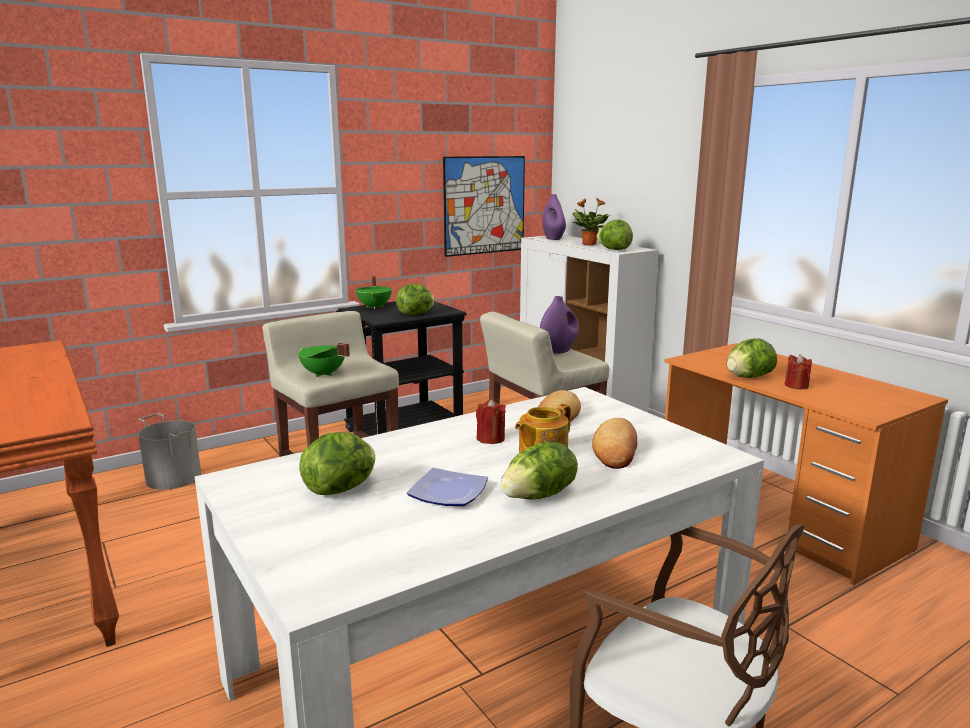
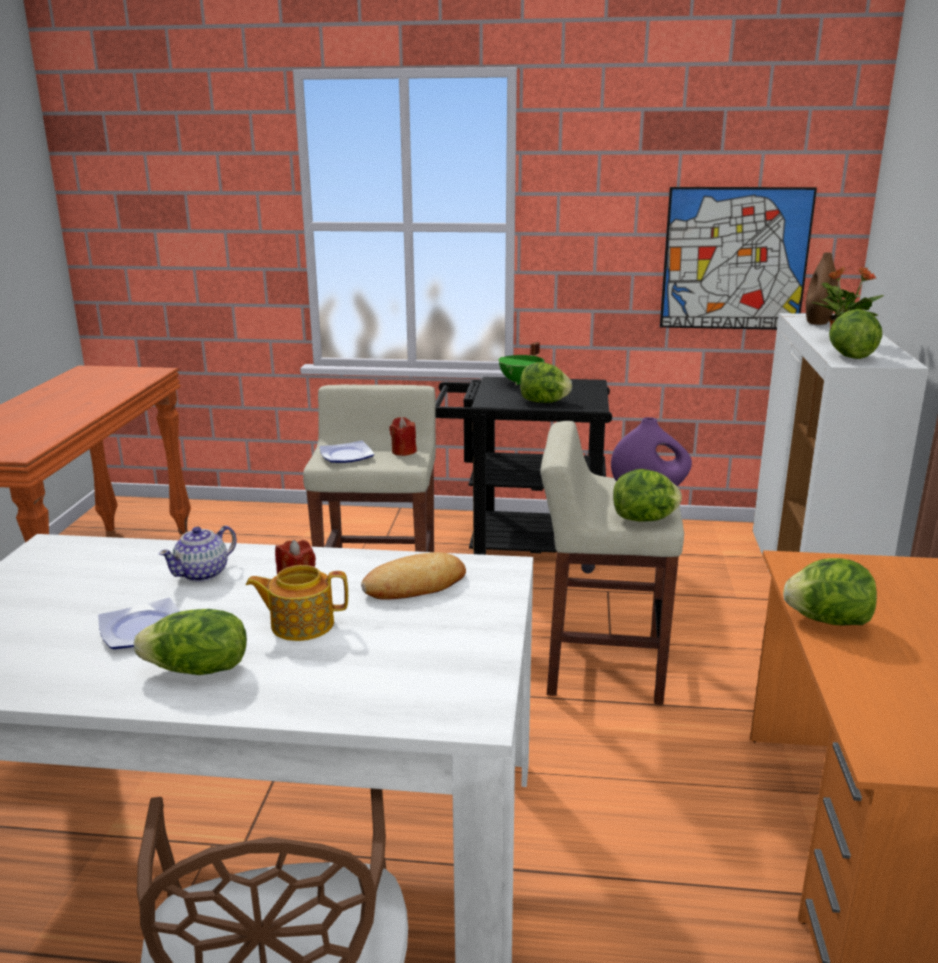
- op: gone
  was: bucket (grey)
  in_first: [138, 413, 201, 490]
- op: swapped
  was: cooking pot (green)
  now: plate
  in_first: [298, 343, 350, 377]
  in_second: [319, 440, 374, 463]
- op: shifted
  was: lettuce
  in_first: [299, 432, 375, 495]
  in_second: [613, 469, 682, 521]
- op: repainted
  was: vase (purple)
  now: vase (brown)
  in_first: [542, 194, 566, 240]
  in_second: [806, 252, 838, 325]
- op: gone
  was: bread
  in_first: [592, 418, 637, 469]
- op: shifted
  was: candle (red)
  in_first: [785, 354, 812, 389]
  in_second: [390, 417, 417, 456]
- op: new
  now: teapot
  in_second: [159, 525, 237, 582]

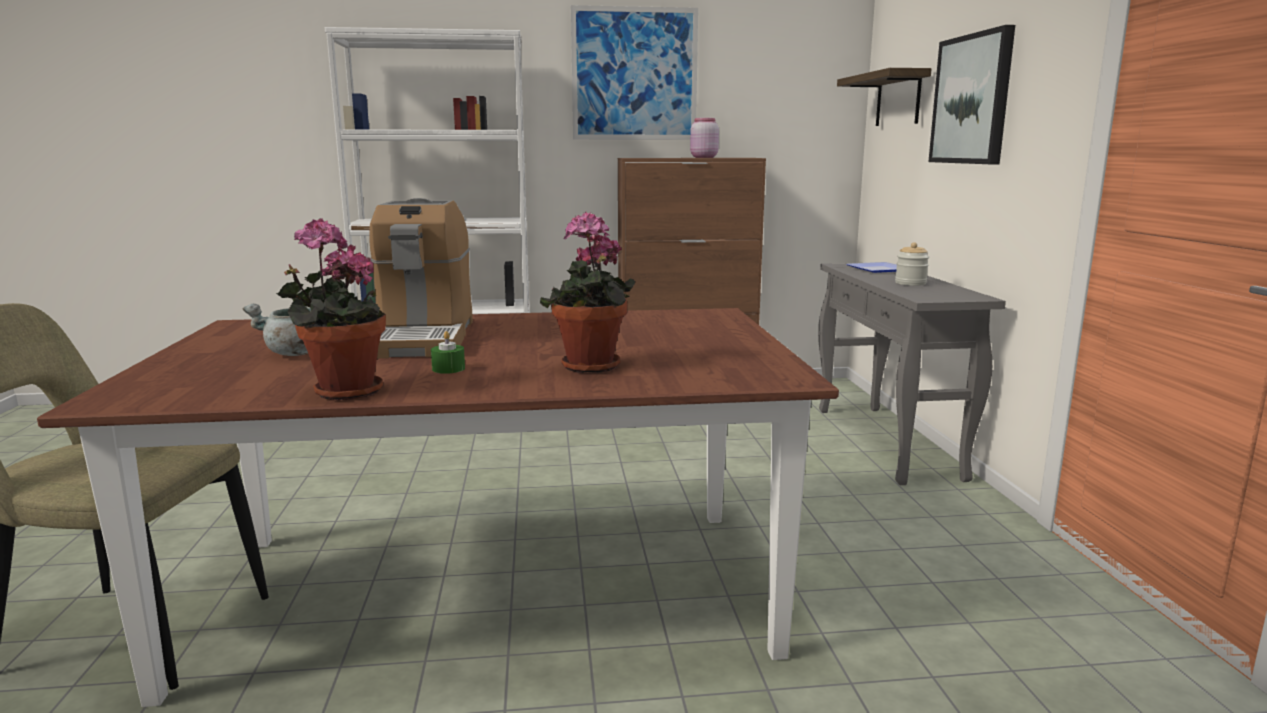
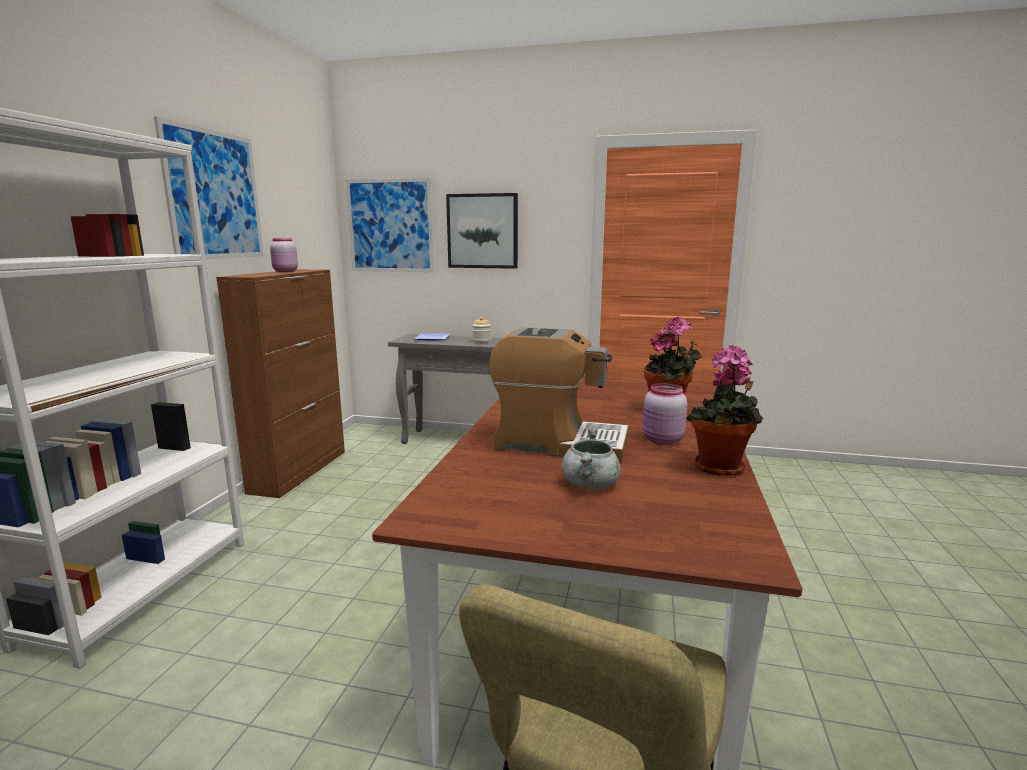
- op: swapped
  was: candle (green)
  now: jar (pink)
  in_first: [431, 331, 465, 374]
  in_second: [643, 383, 688, 445]
- op: swapped
  was: shelf
  now: picture
  in_first: [837, 68, 932, 126]
  in_second: [346, 178, 434, 272]

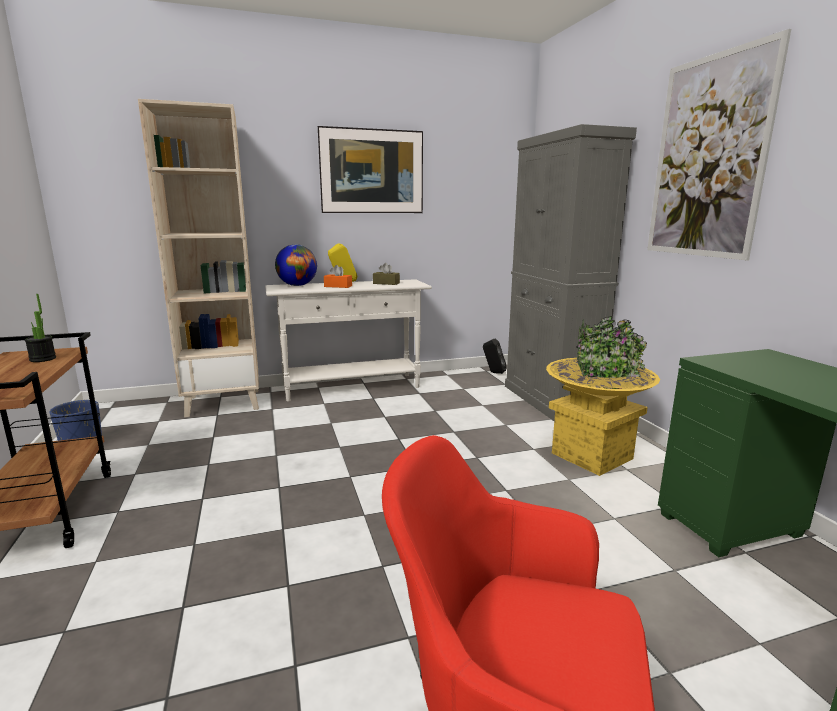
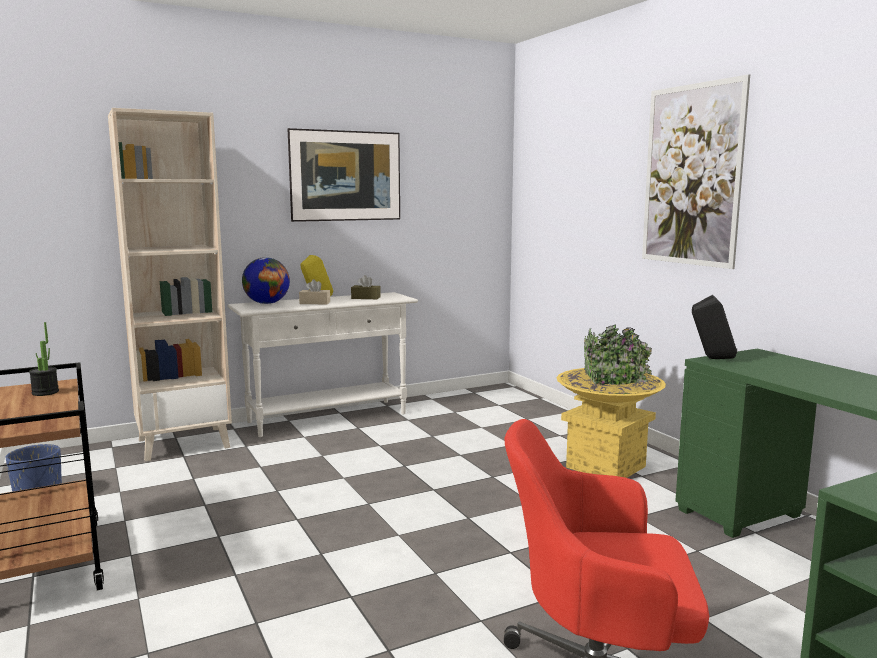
- op: repainted
  was: tissue box (orange)
  now: tissue box (beige)
  in_first: [324, 265, 352, 288]
  in_second: [299, 279, 330, 304]
- op: shifted
  was: speaker (black)
  in_first: [483, 339, 507, 374]
  in_second: [692, 295, 737, 359]
- op: gone
  was: cabinet (grey)
  in_first: [505, 124, 637, 421]

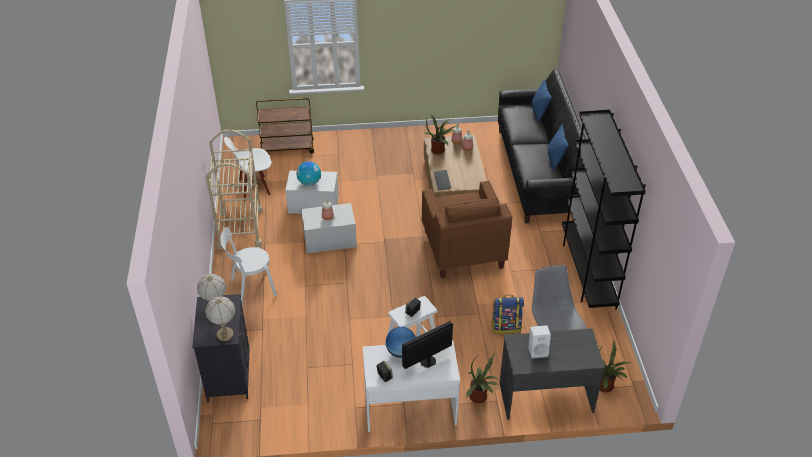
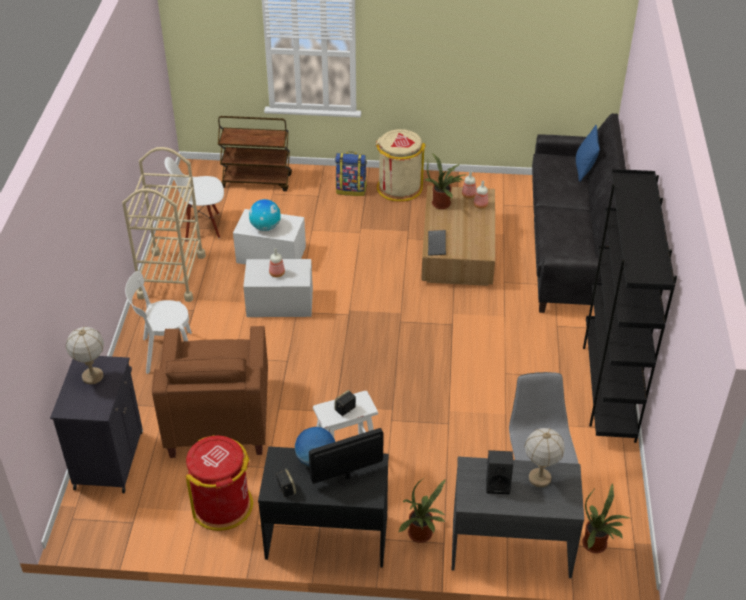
- op: shifted
  was: table lamp
  in_first: [205, 296, 235, 341]
  in_second: [524, 428, 565, 487]
- op: repainted
  was: desk (white)
  now: desk (black)
  in_first: [363, 340, 460, 432]
  in_second: [258, 446, 389, 567]
- op: shifted
  was: armchair (brown)
  in_first: [422, 181, 512, 278]
  in_second: [152, 326, 268, 458]
- op: shifted
  was: backpack
  in_first: [491, 295, 524, 334]
  in_second: [335, 151, 367, 196]
- op: repainted
  was: speaker (white)
  now: speaker (black)
  in_first: [528, 325, 551, 359]
  in_second: [486, 450, 513, 494]
- op: gone
  was: pillow (blue)
  in_first: [547, 124, 568, 171]
- op: new
  now: trash can (red)
  in_second: [186, 435, 253, 531]
- op: new
  now: trash can (beige)
  in_second: [376, 129, 425, 202]

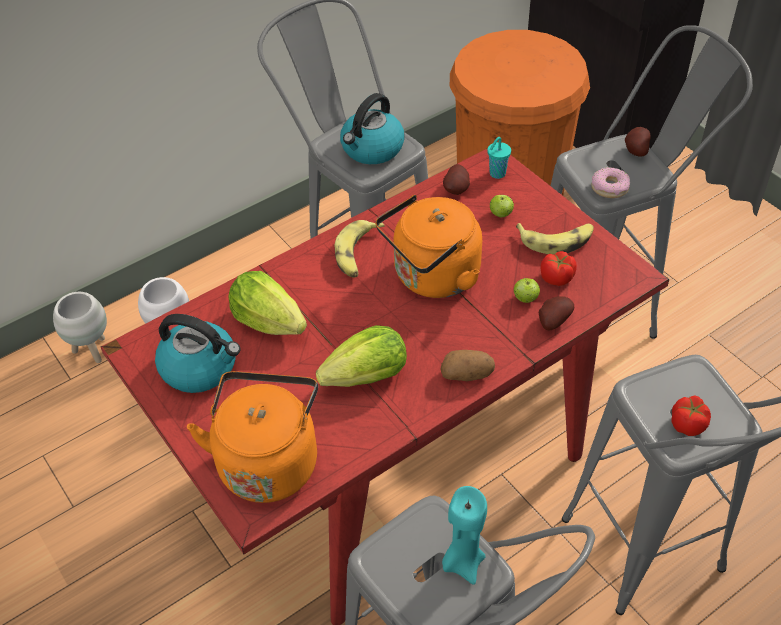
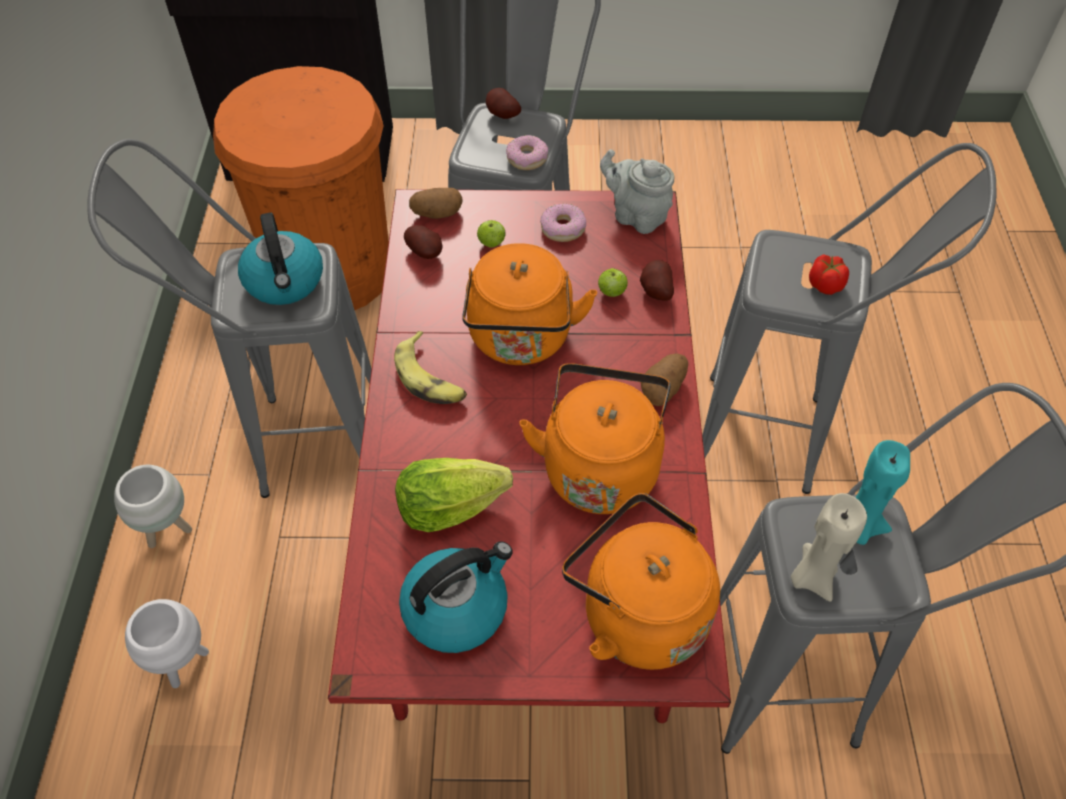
- op: shifted
  was: planter (white)
  in_first: [53, 292, 107, 363]
  in_second: [114, 465, 192, 548]
- op: swapped
  was: lettuce
  now: kettle (orange)
  in_first: [316, 325, 407, 387]
  in_second: [519, 363, 670, 514]
- op: swapped
  was: cup (turquoise)
  now: potato
  in_first: [487, 137, 511, 179]
  in_second: [409, 188, 462, 219]
- op: swapped
  was: banana
  now: donut
  in_first: [516, 223, 594, 255]
  in_second: [540, 204, 586, 242]
- op: gone
  was: tomato
  in_first: [541, 251, 577, 286]
- op: new
  now: teapot (grey)
  in_second: [600, 149, 674, 234]
- op: new
  now: candle (beige)
  in_second: [791, 493, 867, 602]

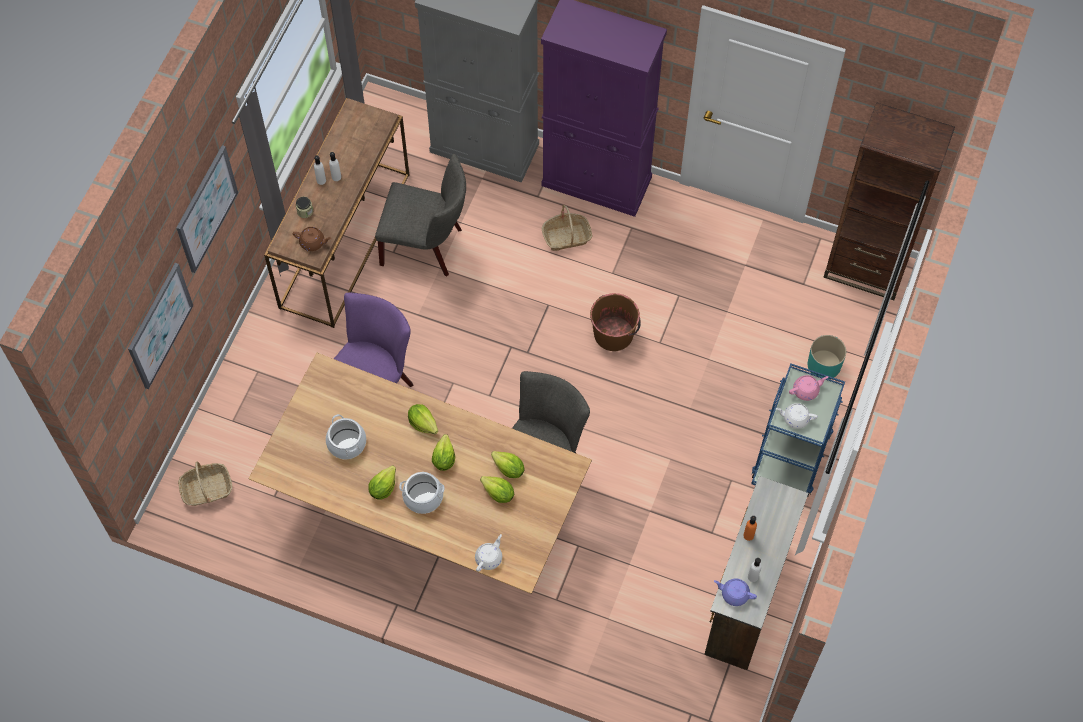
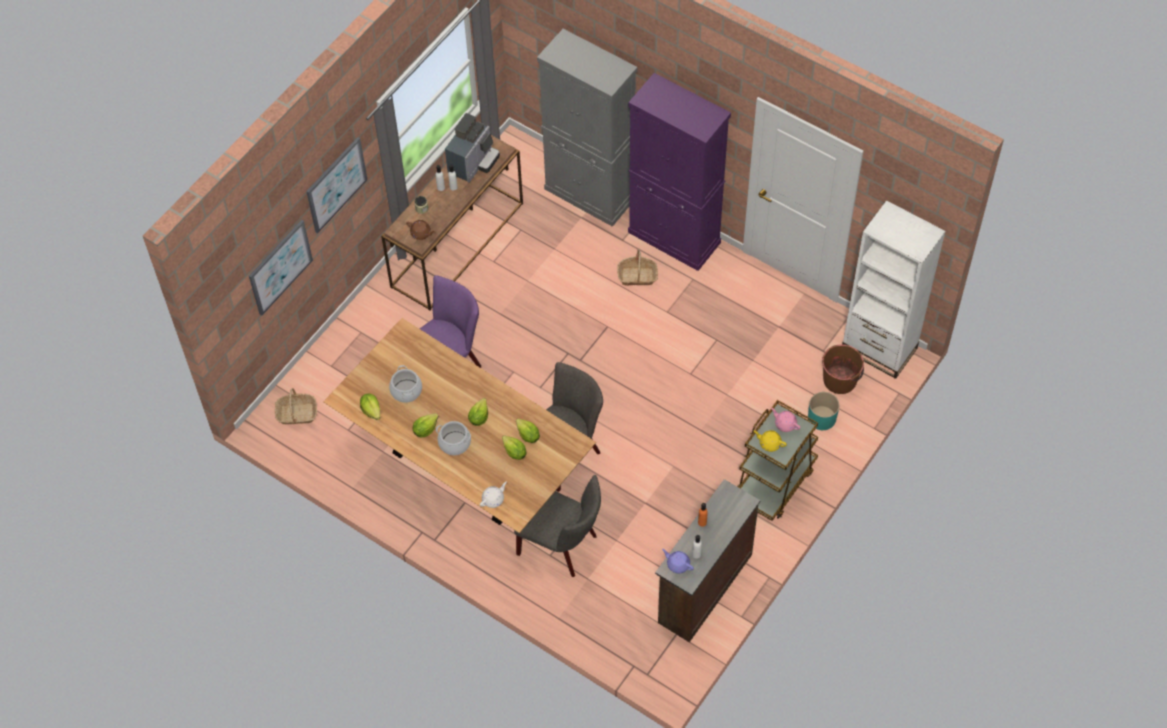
- op: shifted
  was: chair (grey)
  in_first: [375, 154, 466, 277]
  in_second: [514, 475, 601, 577]
- op: shifted
  was: lettuce
  in_first: [408, 404, 438, 434]
  in_second: [360, 393, 380, 420]
- op: shifted
  was: bucket (brown)
  in_first: [590, 293, 641, 351]
  in_second: [822, 344, 864, 394]
- op: repainted
  was: cart (blue)
  now: cart (brown)
  in_first: [751, 363, 845, 497]
  in_second: [737, 400, 818, 521]
- op: repainted
  was: teapot (white)
  now: teapot (yellow)
  in_first: [776, 403, 818, 429]
  in_second: [754, 430, 787, 452]
- op: rotated
  was: teapot (pink)
  in_first: [789, 375, 828, 401]
  in_second: [771, 408, 800, 432]
  clockwise: -135
- op: repainted
  was: bookcase (brown)
  now: bookcase (white)
  in_first: [824, 102, 955, 300]
  in_second: [842, 200, 946, 379]
- op: new
  now: coffee machine
  in_second: [445, 113, 500, 183]

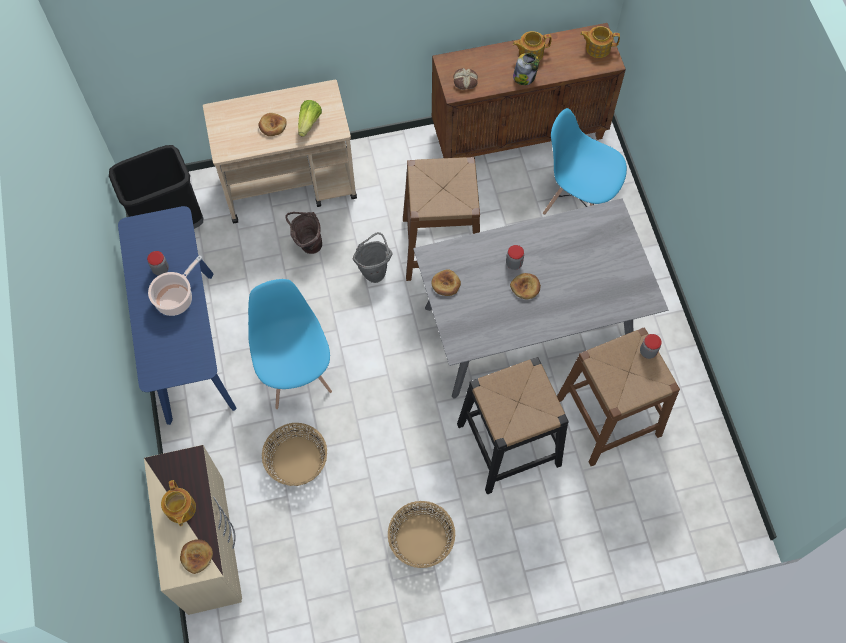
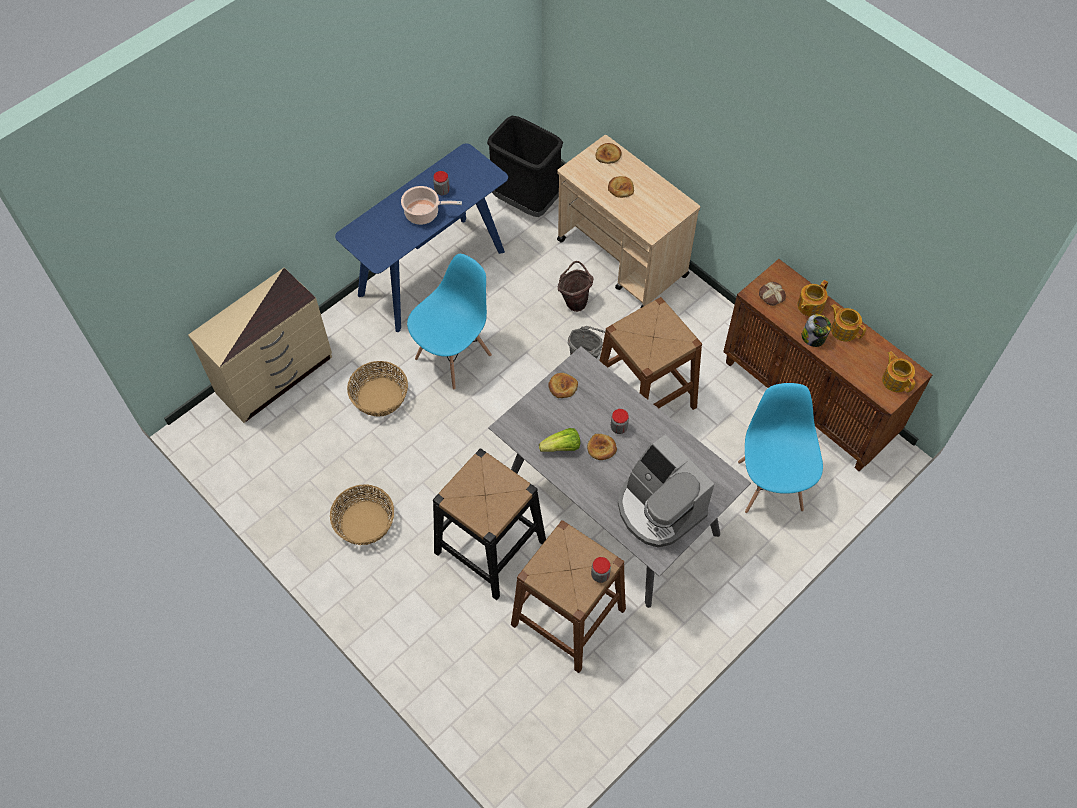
- op: shifted
  was: teapot
  in_first: [161, 480, 196, 526]
  in_second: [797, 280, 828, 316]
- op: shifted
  was: bread
  in_first: [180, 539, 213, 574]
  in_second: [595, 143, 622, 164]
- op: shifted
  was: lettuce
  in_first: [298, 100, 322, 137]
  in_second: [539, 428, 580, 452]
- op: new
  now: coffee machine
  in_second: [618, 435, 714, 547]

